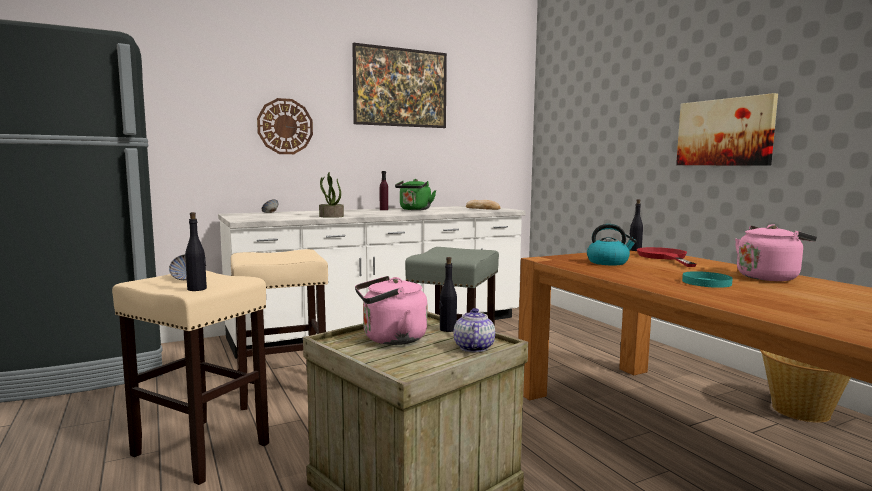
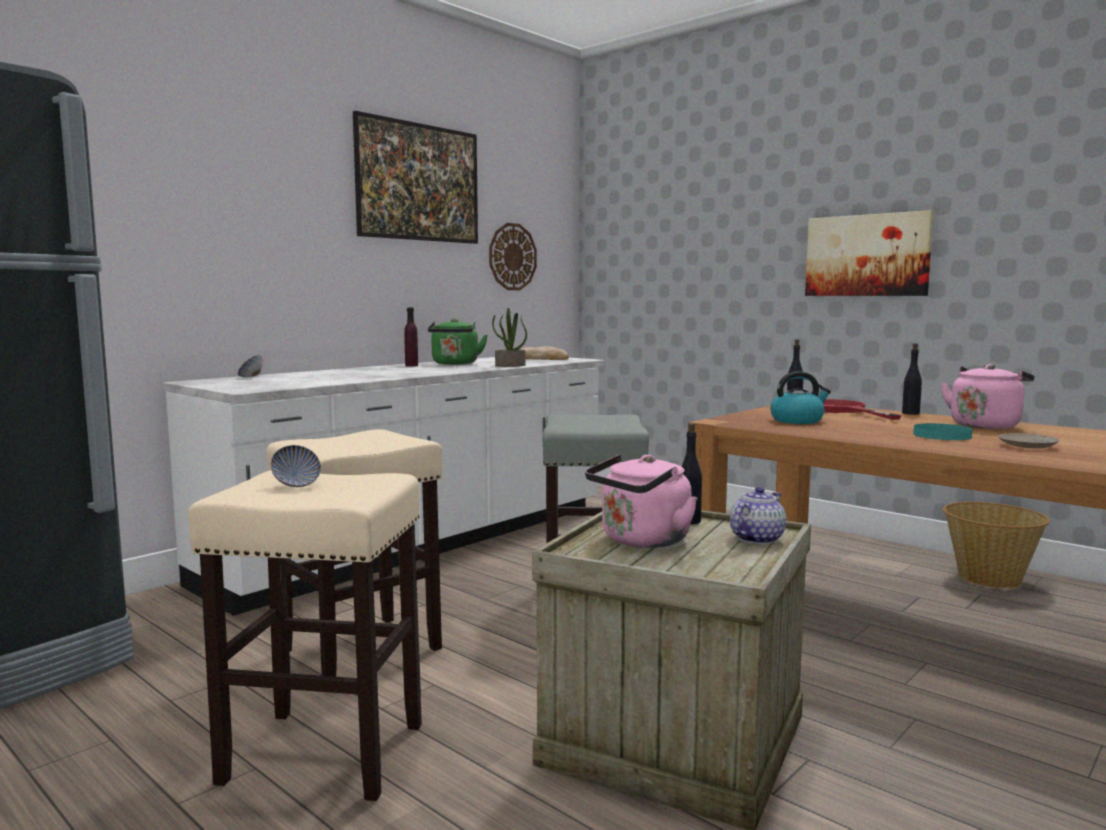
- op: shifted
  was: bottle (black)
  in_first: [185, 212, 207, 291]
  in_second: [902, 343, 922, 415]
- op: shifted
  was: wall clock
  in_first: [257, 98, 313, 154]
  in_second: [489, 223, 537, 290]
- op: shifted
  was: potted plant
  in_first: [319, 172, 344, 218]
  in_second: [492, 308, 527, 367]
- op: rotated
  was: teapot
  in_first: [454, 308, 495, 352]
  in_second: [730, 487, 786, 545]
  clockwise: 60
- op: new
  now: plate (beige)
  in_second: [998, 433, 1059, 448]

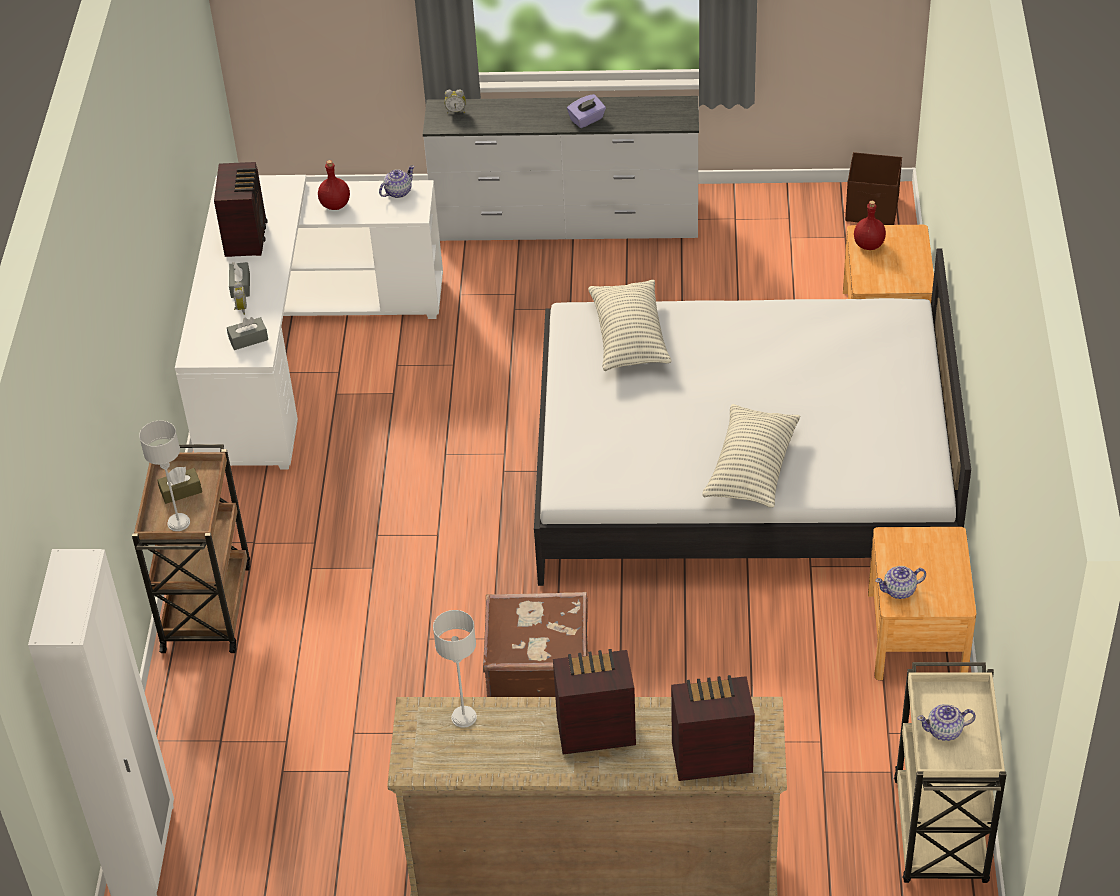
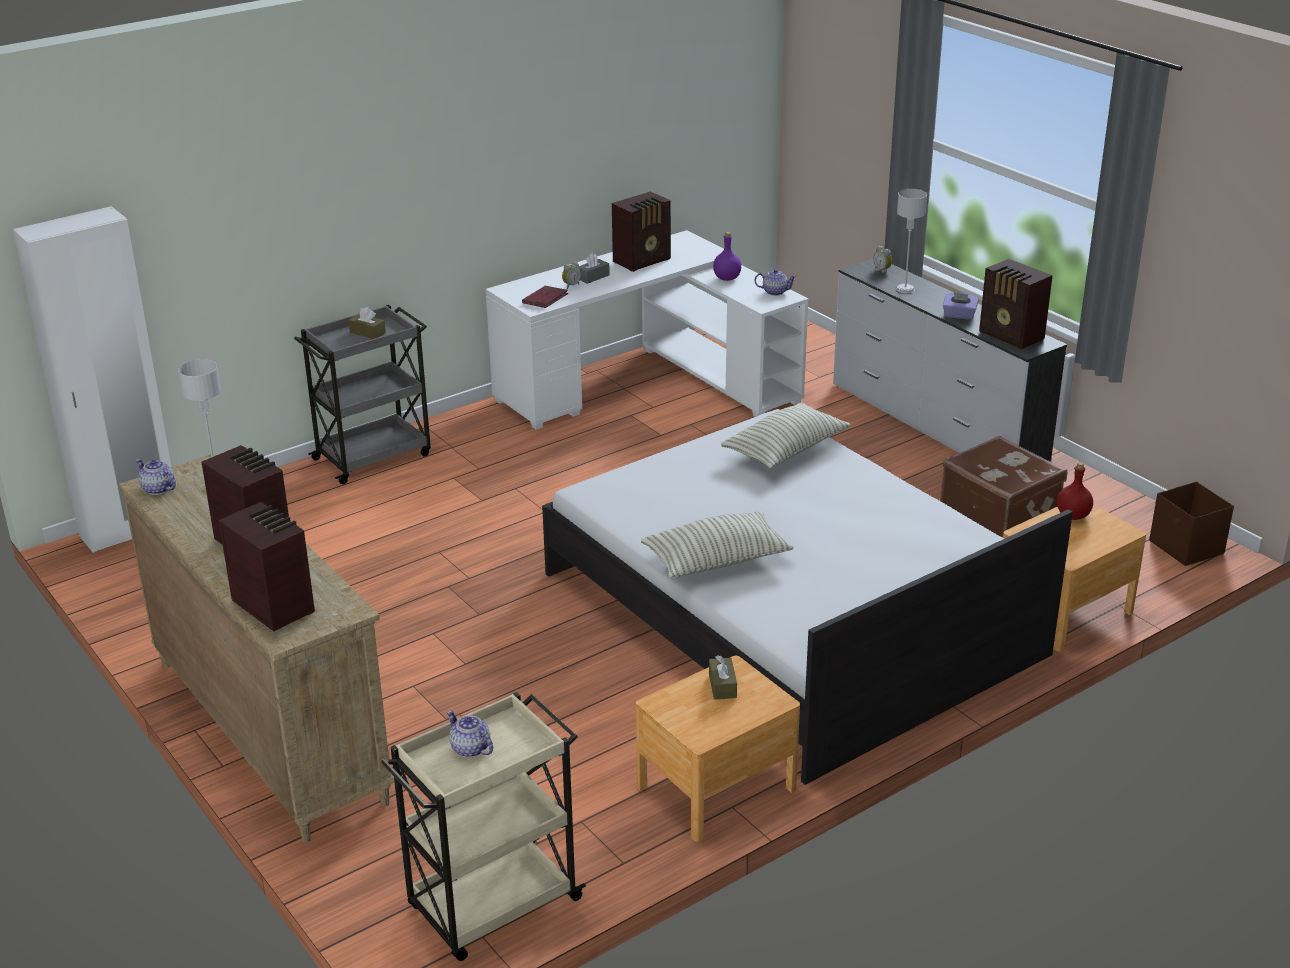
- op: repainted
  was: cart (brown)
  now: cart (grey)
  in_first: [132, 444, 250, 653]
  in_second: [294, 305, 431, 485]
- op: shifted
  was: table lamp (grey)
  in_first: [139, 421, 190, 531]
  in_second: [896, 189, 927, 293]
- op: swapped
  was: tissue box (grey)
  now: book (red)
  in_first: [227, 317, 268, 350]
  in_second: [522, 286, 568, 308]
- op: repainted
  was: bottle (red)
  now: bottle (purple)
  in_first: [318, 160, 350, 210]
  in_second: [713, 232, 741, 281]
- op: shifted
  was: suitcase (brown)
  in_first: [483, 592, 588, 697]
  in_second: [940, 436, 1067, 538]
- op: shifted
  was: teapot
  in_first: [875, 566, 926, 599]
  in_second: [136, 459, 176, 495]
- op: new
  now: tissue box (brown)
  in_second: [709, 655, 737, 700]
- op: new
  now: radio
  in_second: [979, 259, 1053, 349]

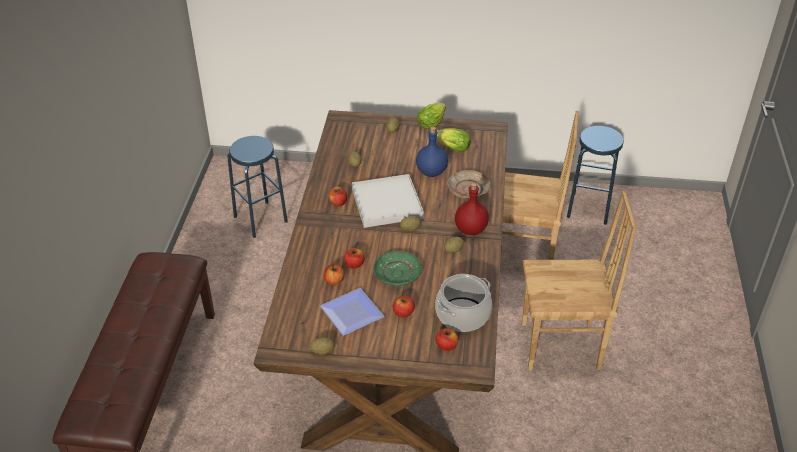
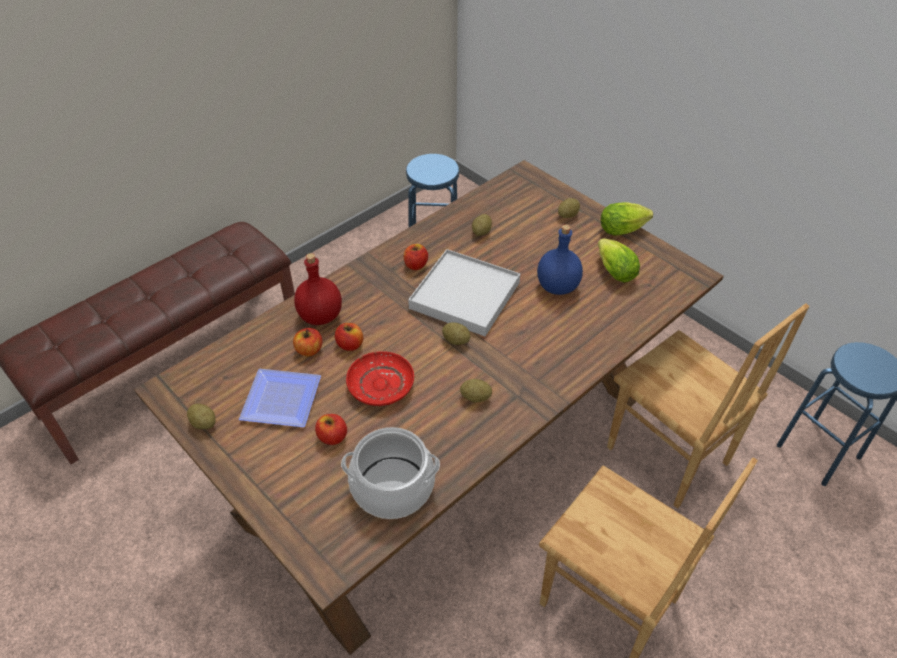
- op: repainted
  was: plate (green)
  now: plate (red)
  in_first: [373, 251, 422, 286]
  in_second: [346, 351, 414, 406]
- op: gone
  was: apple
  in_first: [435, 328, 458, 351]
- op: gone
  was: plate (beige)
  in_first: [447, 170, 491, 199]
- op: shifted
  was: bottle (red)
  in_first: [455, 183, 489, 235]
  in_second: [294, 253, 342, 325]

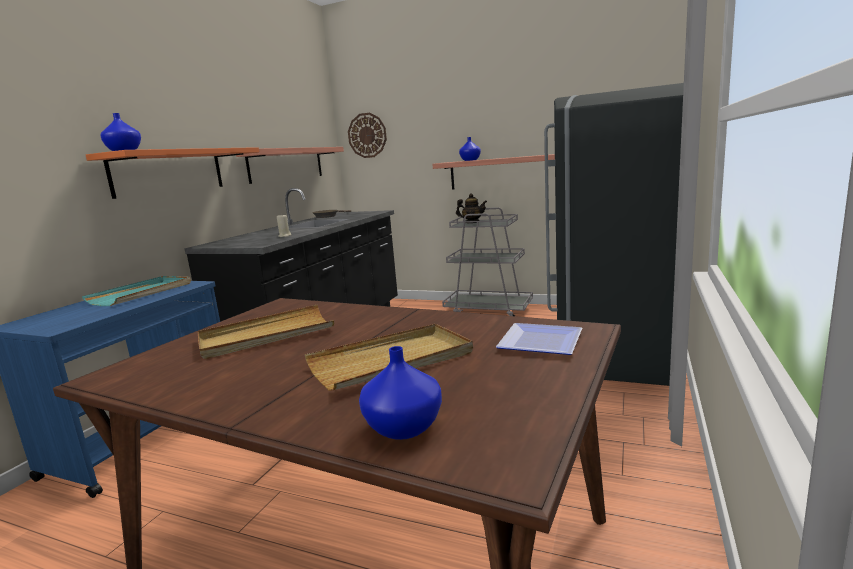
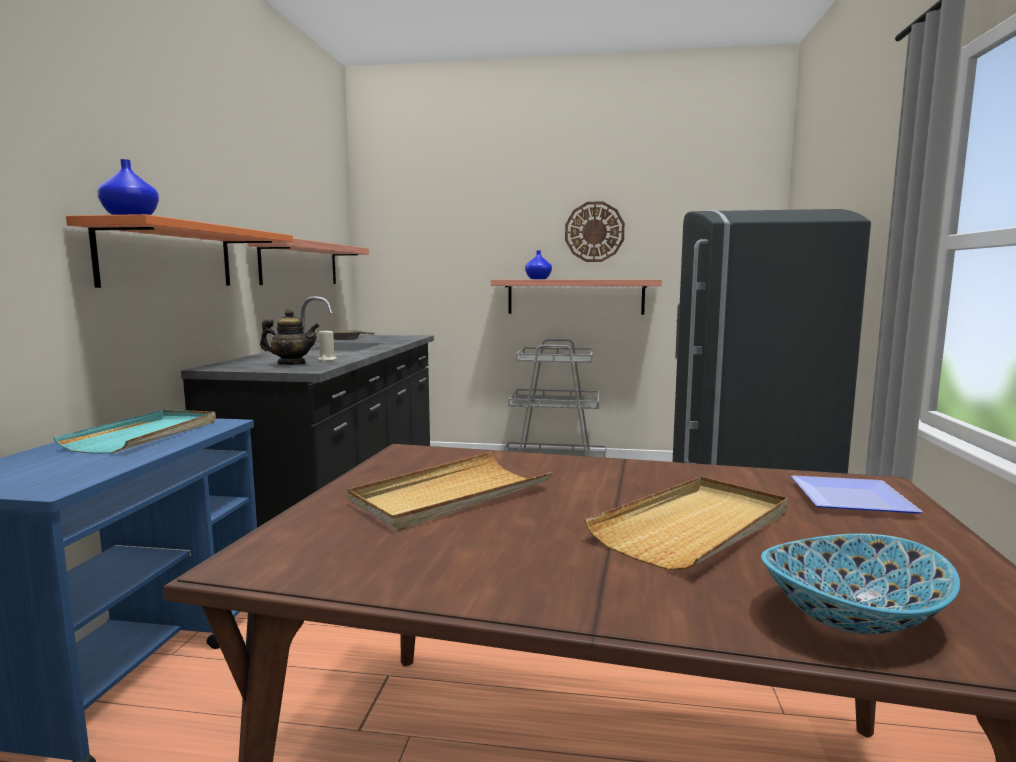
- op: shifted
  was: wall clock
  in_first: [348, 113, 387, 158]
  in_second: [565, 201, 625, 262]
- op: swapped
  was: vase (blue)
  now: bowl
  in_first: [359, 346, 442, 440]
  in_second: [761, 534, 960, 634]
- op: shifted
  was: teapot
  in_first: [456, 193, 487, 223]
  in_second: [260, 309, 320, 365]

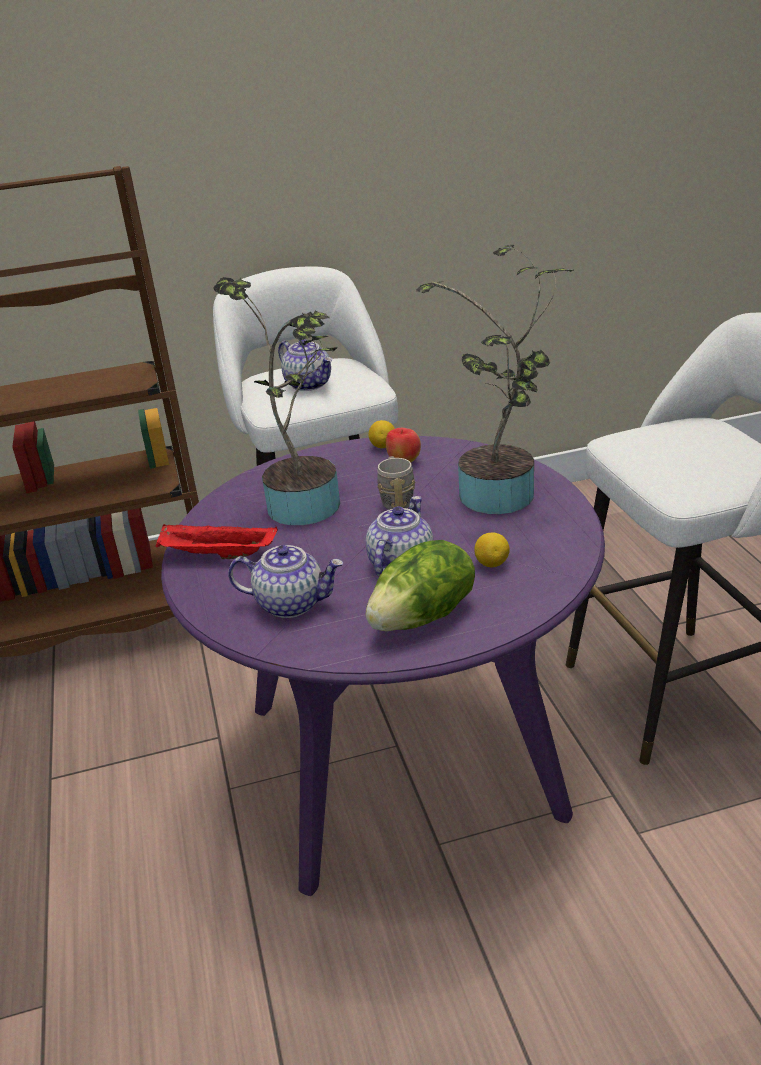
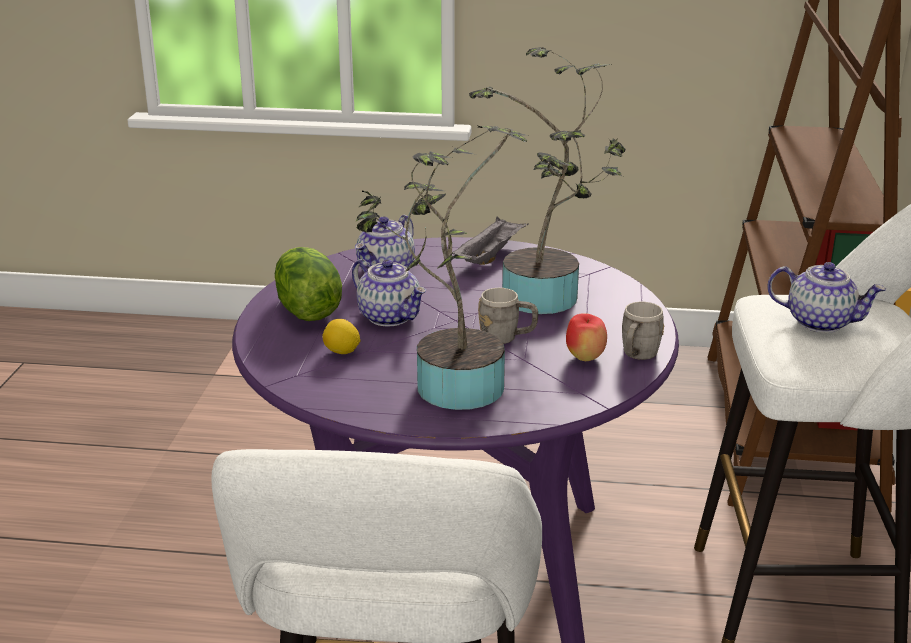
- op: repainted
  was: tray (red)
  now: tray (grey)
  in_first: [156, 524, 278, 559]
  in_second: [452, 217, 529, 265]
- op: rotated
  was: teapot
  in_first: [278, 339, 332, 391]
  in_second: [767, 262, 886, 333]
  clockwise: -135
- op: swapped
  was: lemon
  now: mug (grey)
  in_first: [369, 420, 395, 448]
  in_second: [622, 302, 665, 360]

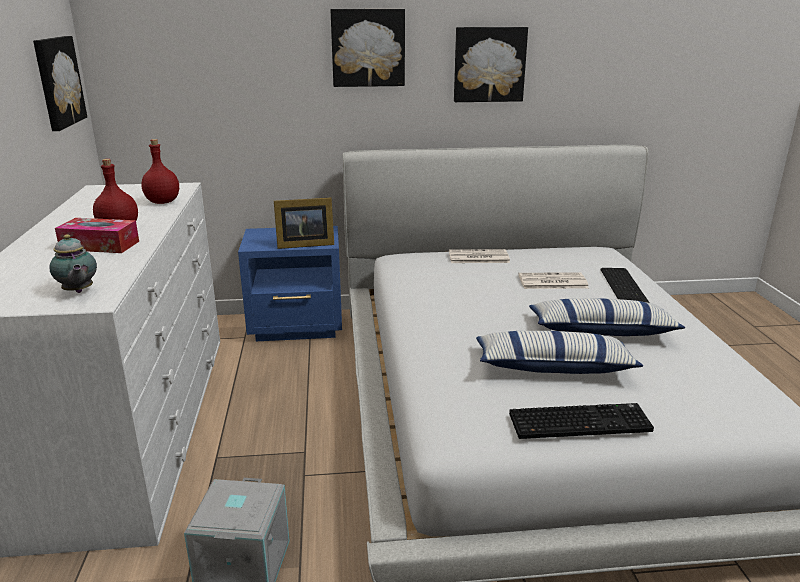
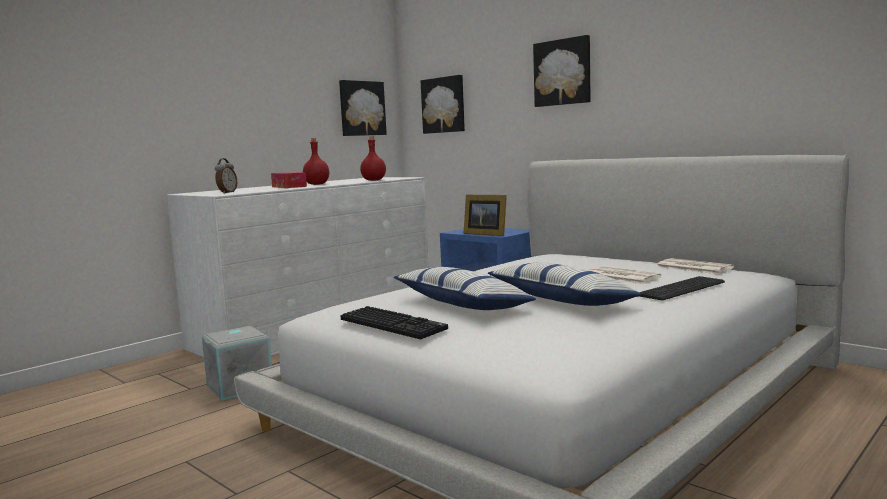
- op: swapped
  was: teapot
  now: alarm clock
  in_first: [49, 234, 97, 293]
  in_second: [215, 158, 237, 193]
- op: shifted
  was: newspaper
  in_first: [449, 249, 510, 263]
  in_second: [656, 258, 734, 274]
- op: shifted
  was: picture
  in_first: [454, 27, 528, 102]
  in_second: [421, 75, 465, 134]

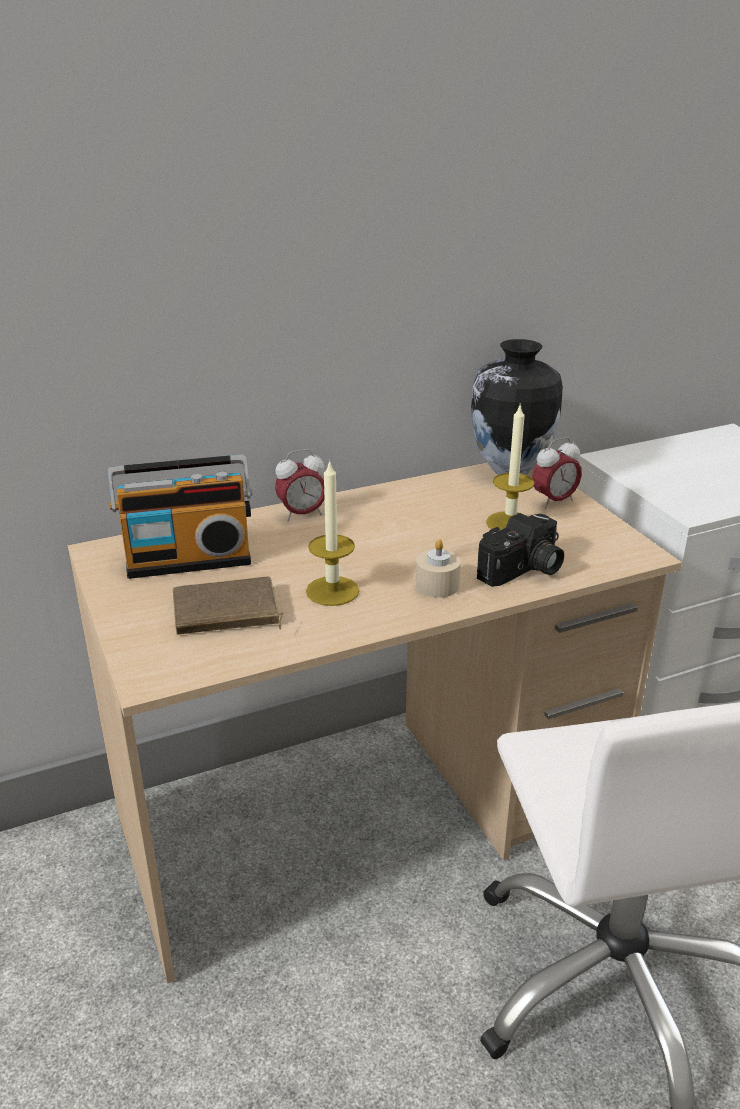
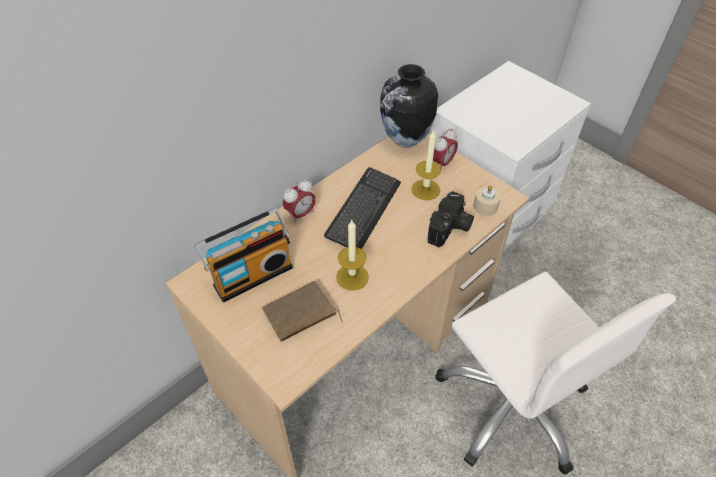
- op: shifted
  was: candle (beige)
  in_first: [416, 539, 461, 598]
  in_second: [473, 185, 501, 216]
- op: new
  now: keyboard
  in_second: [324, 167, 401, 249]

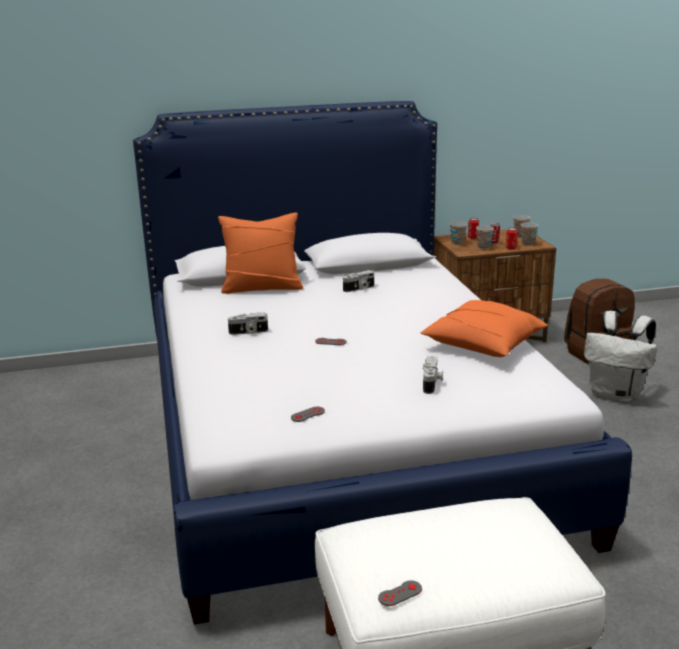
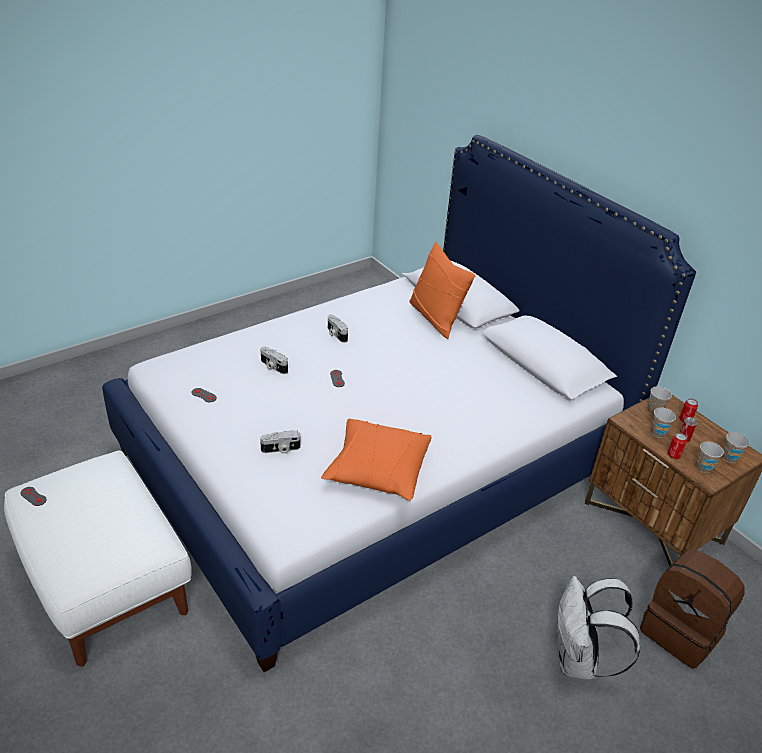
- op: shifted
  was: photo camera
  in_first: [343, 270, 374, 292]
  in_second: [261, 347, 288, 374]

